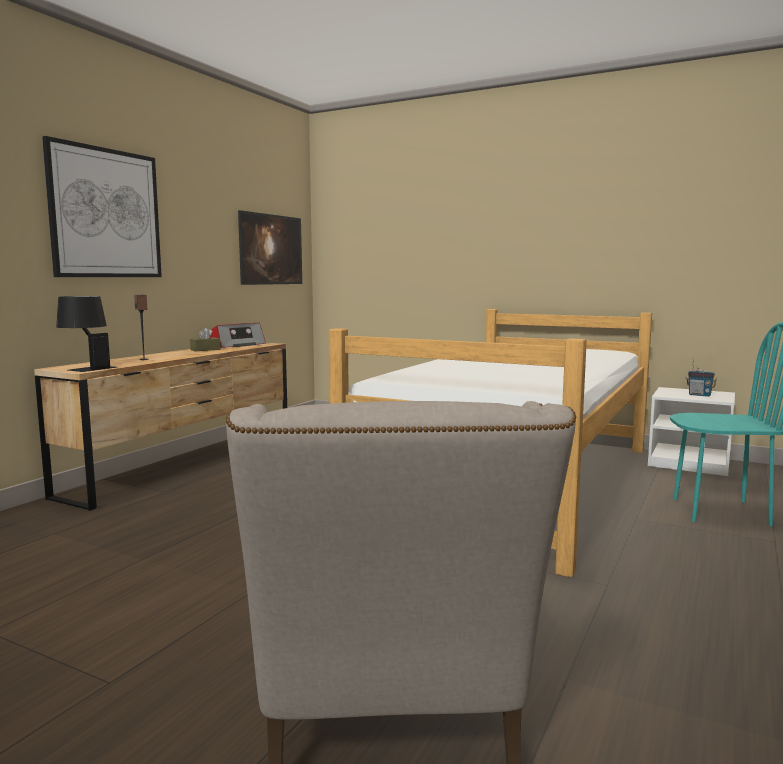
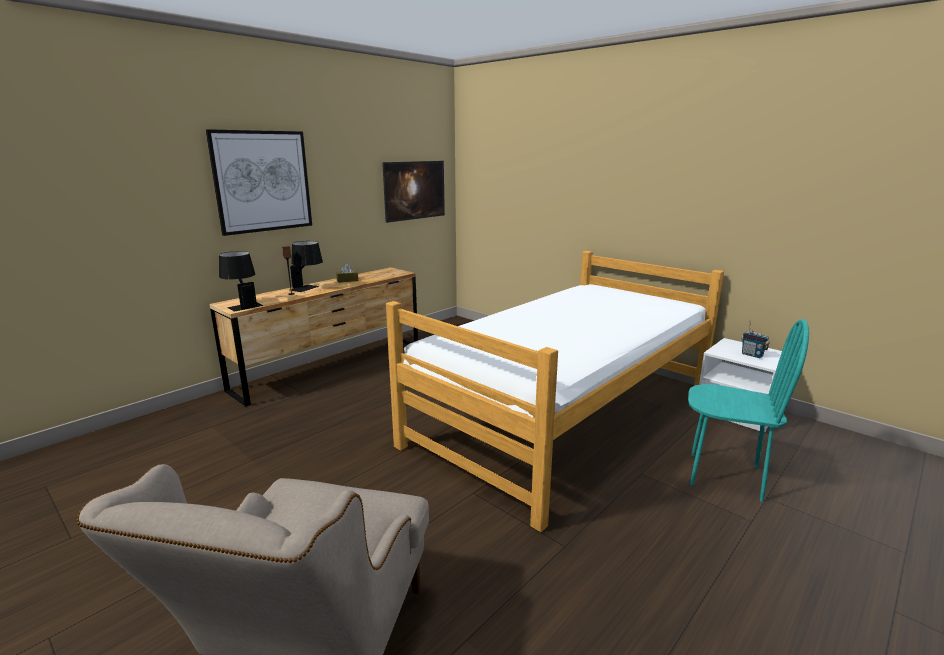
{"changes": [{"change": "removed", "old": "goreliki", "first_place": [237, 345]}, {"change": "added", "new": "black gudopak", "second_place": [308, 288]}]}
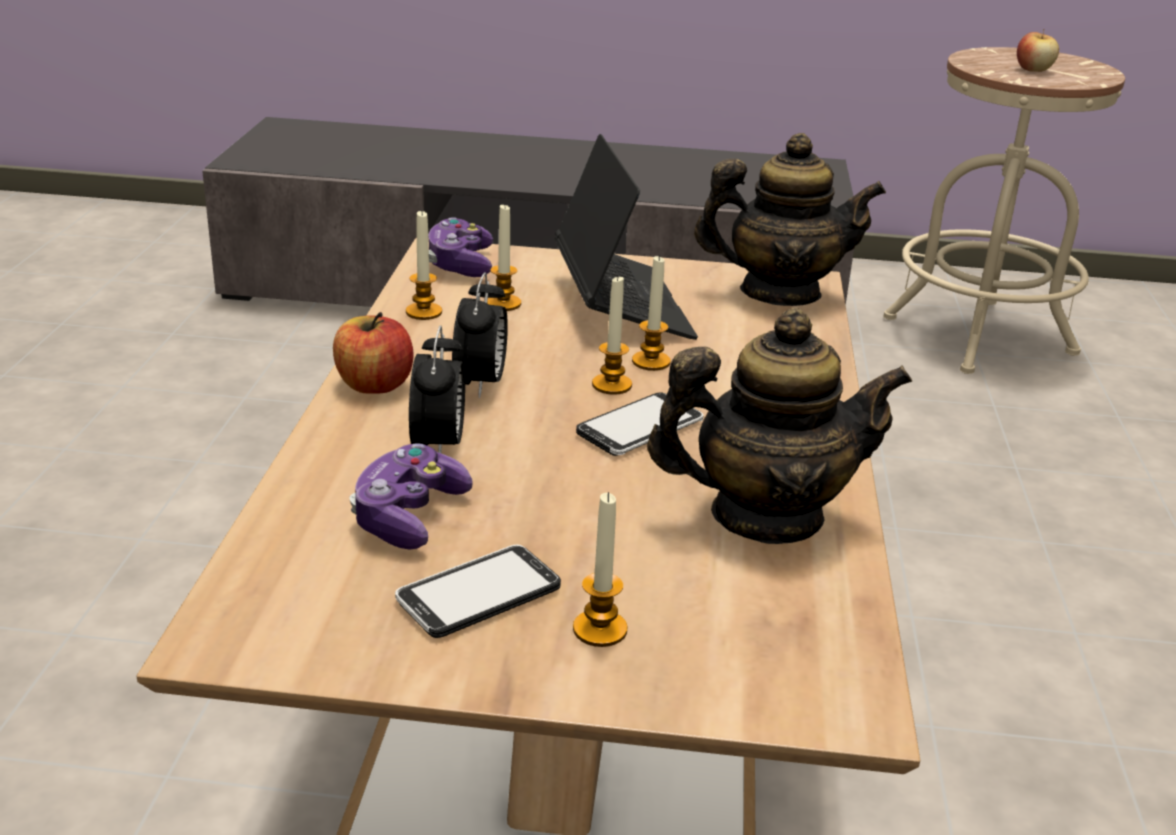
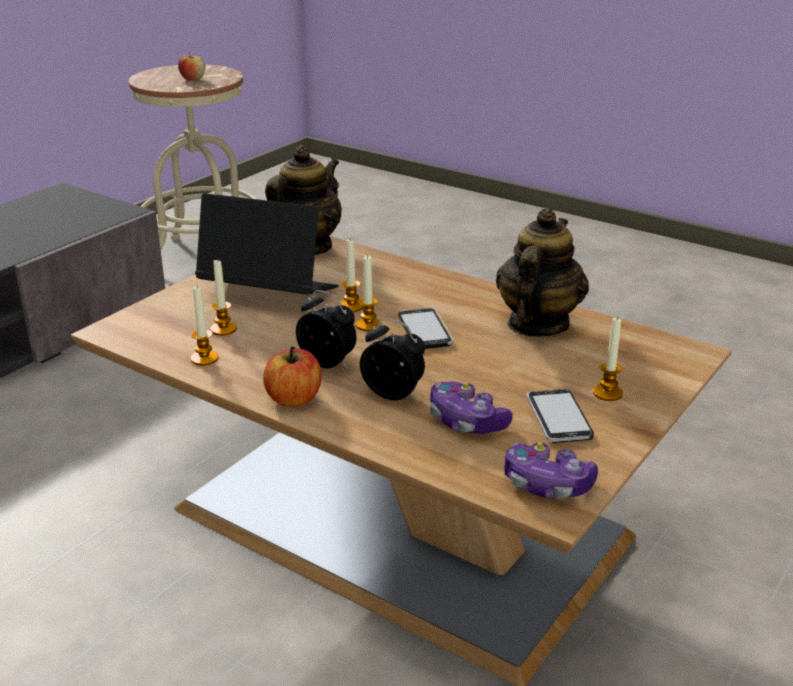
{"changes": [{"change": "moved", "old": "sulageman", "first_place": [460, 264], "second_place": [547, 484]}]}
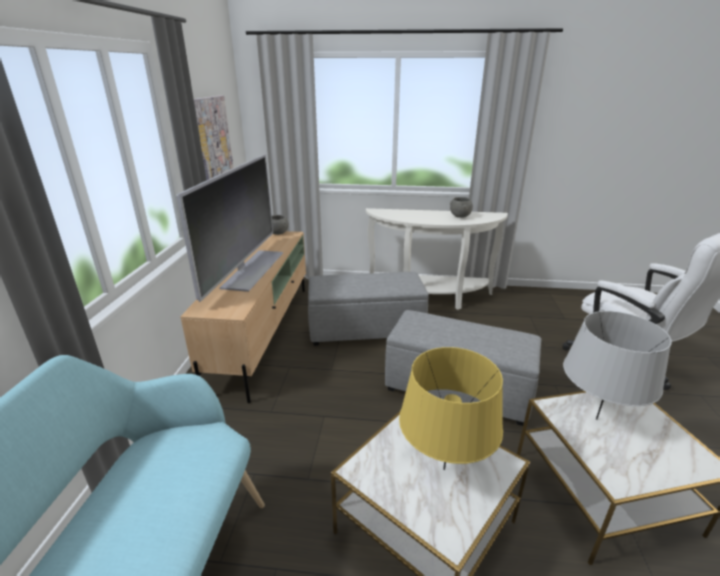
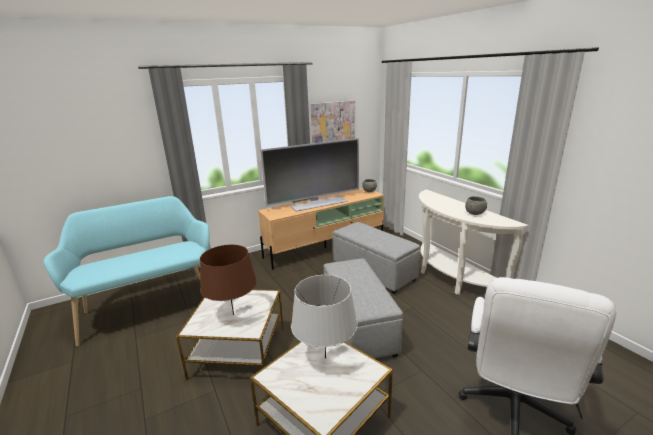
{"changes": [{"change": "recoloured", "old": "yellow gudopak", "new": "brown gudopak", "first_place": [444, 469], "second_place": [233, 315]}]}
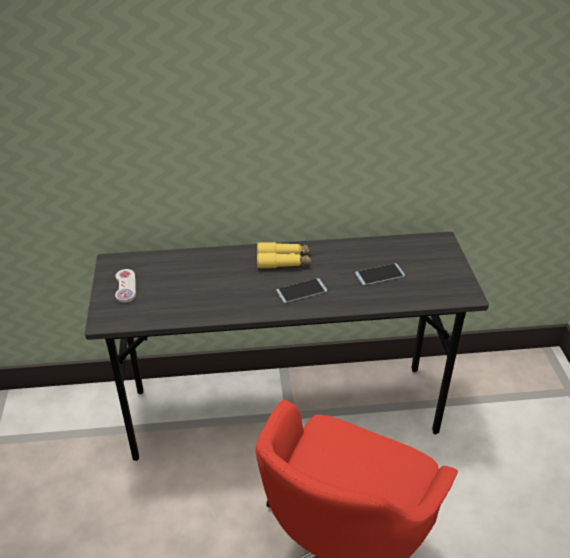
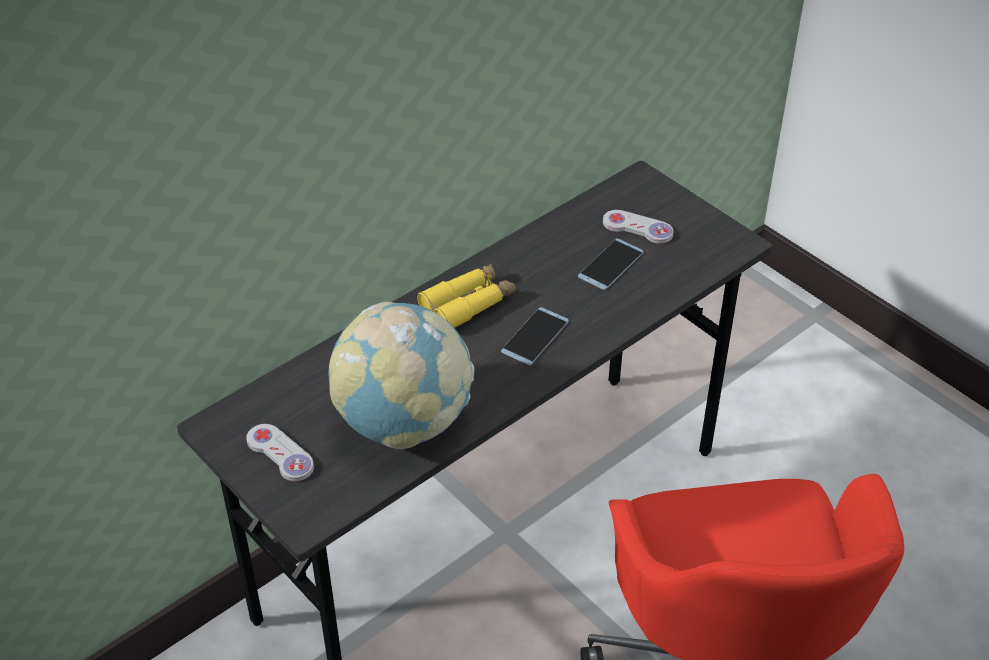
{"changes": [{"change": "added", "new": "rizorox", "second_place": [403, 422]}, {"change": "added", "new": "white sulageman", "second_place": [637, 228]}]}
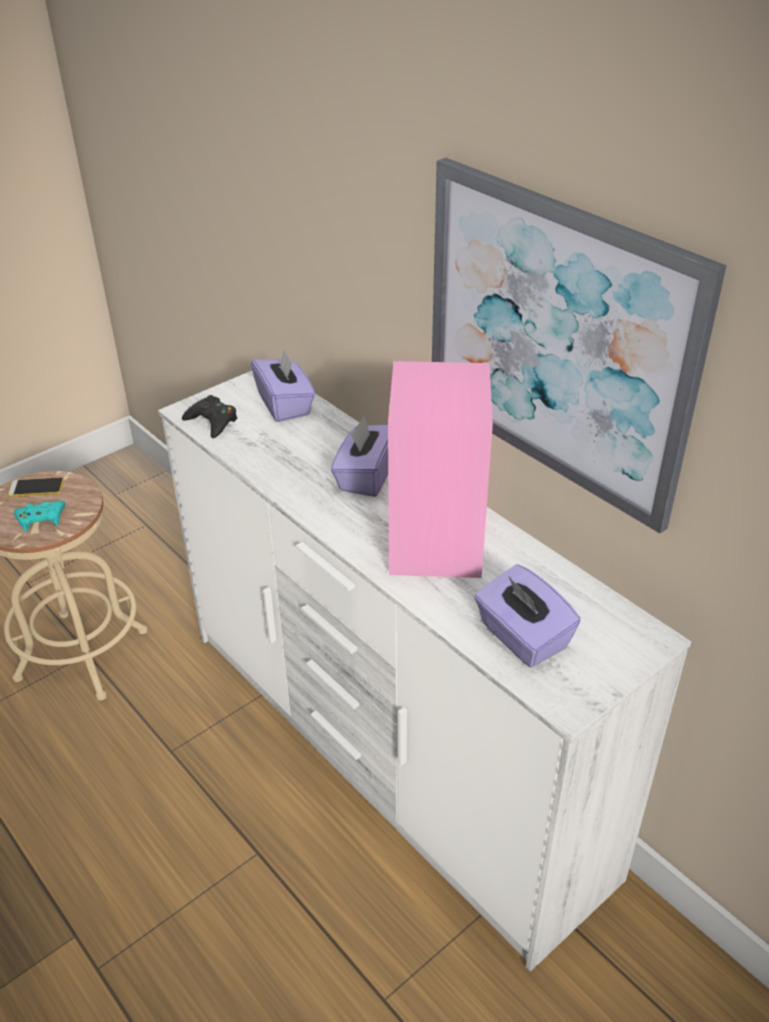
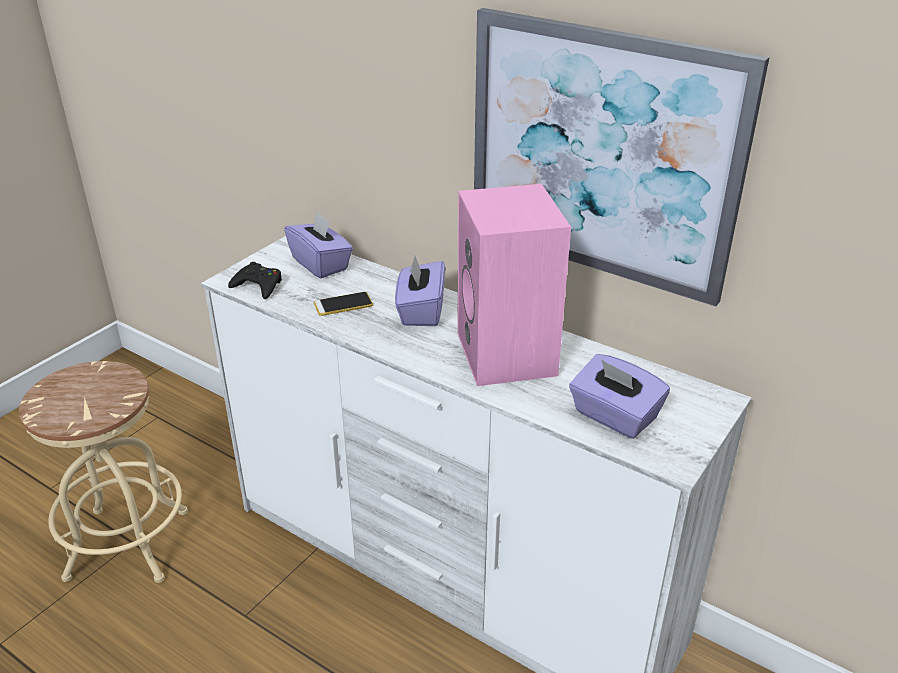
{"changes": [{"change": "removed", "old": "turquoise sulageman", "first_place": [41, 518]}, {"change": "moved", "old": "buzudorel", "first_place": [36, 488], "second_place": [343, 304]}]}
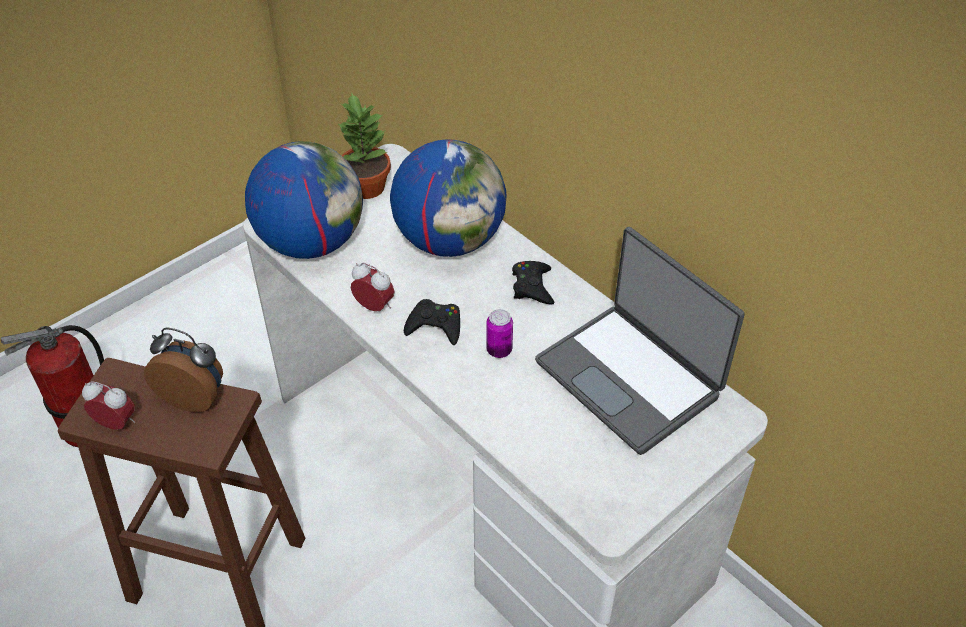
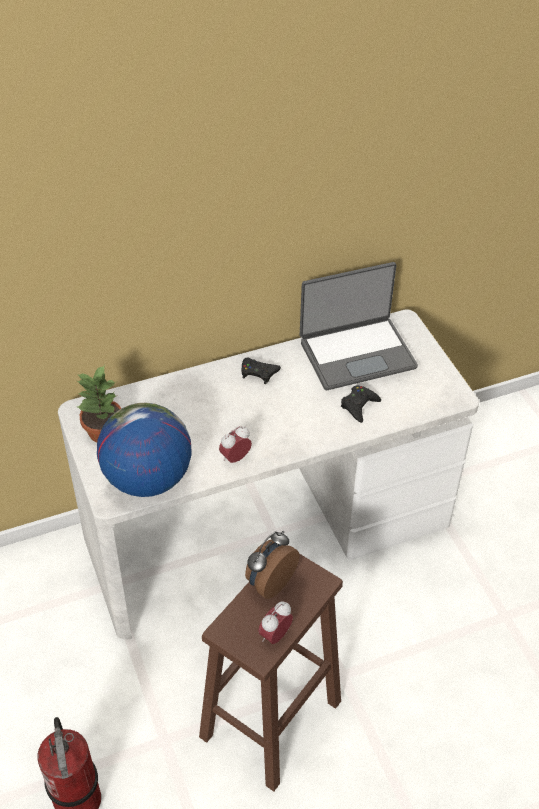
{"changes": [{"change": "removed", "old": "rizorox", "first_place": [450, 240]}, {"change": "removed", "old": "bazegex", "first_place": [499, 350]}, {"change": "moved", "old": "black sulageman", "first_place": [435, 326], "second_place": [359, 406]}]}
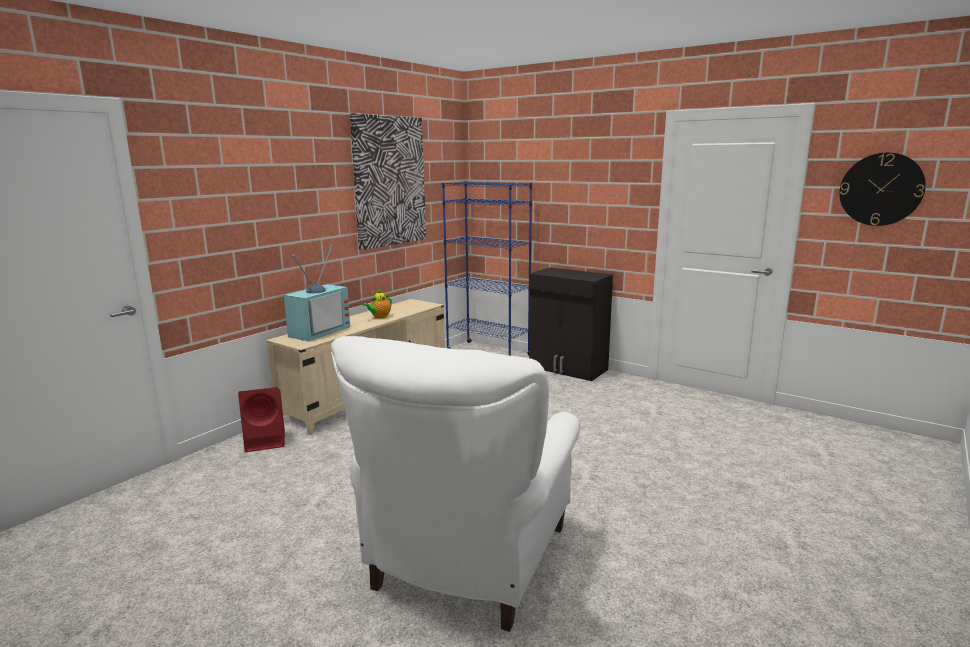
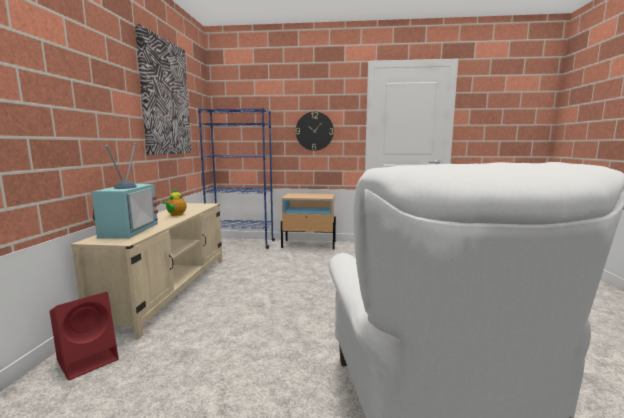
{"changes": [{"change": "moved", "old": "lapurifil", "first_place": [881, 189], "second_place": [314, 131]}, {"change": "replaced", "old": "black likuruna", "new": "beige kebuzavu", "first_place": [568, 369], "second_place": [309, 244]}]}
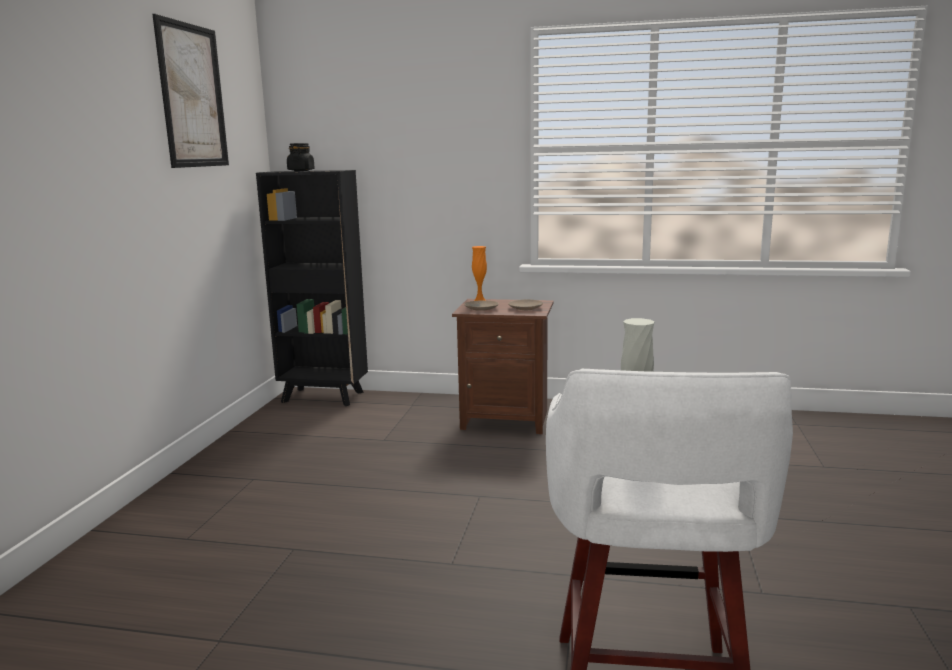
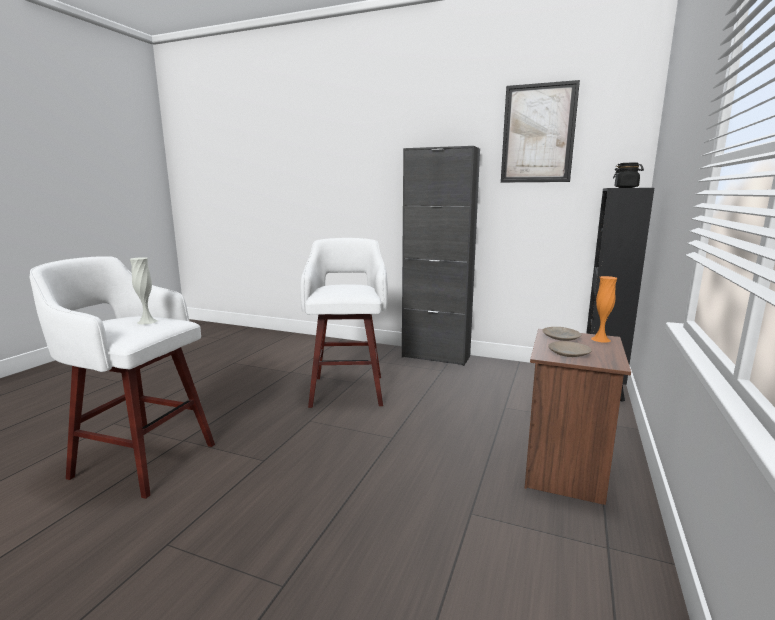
{"changes": [{"change": "added", "new": "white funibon", "second_place": [347, 389]}, {"change": "added", "new": "black likuruna", "second_place": [436, 356]}]}
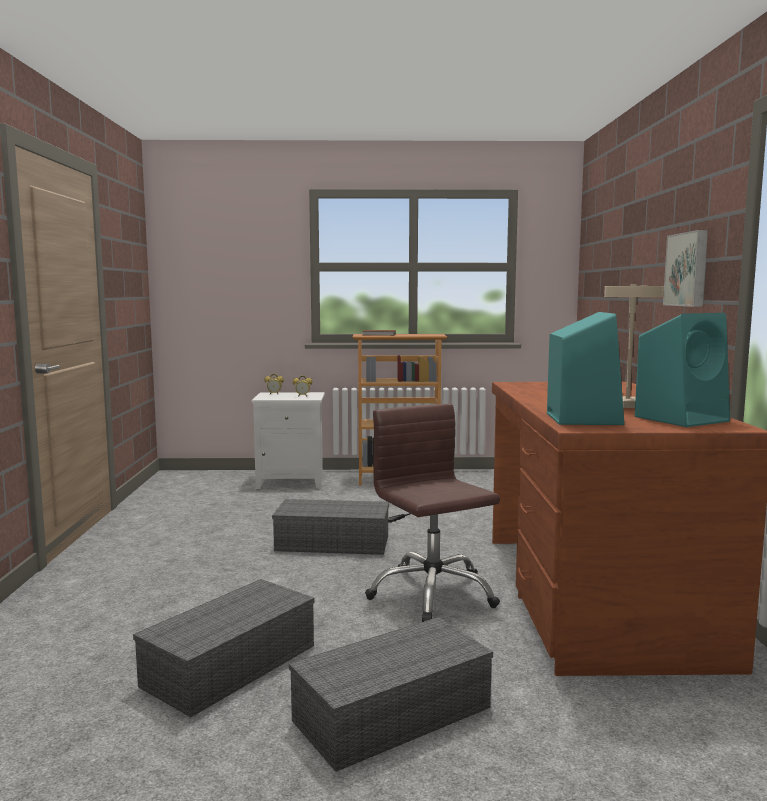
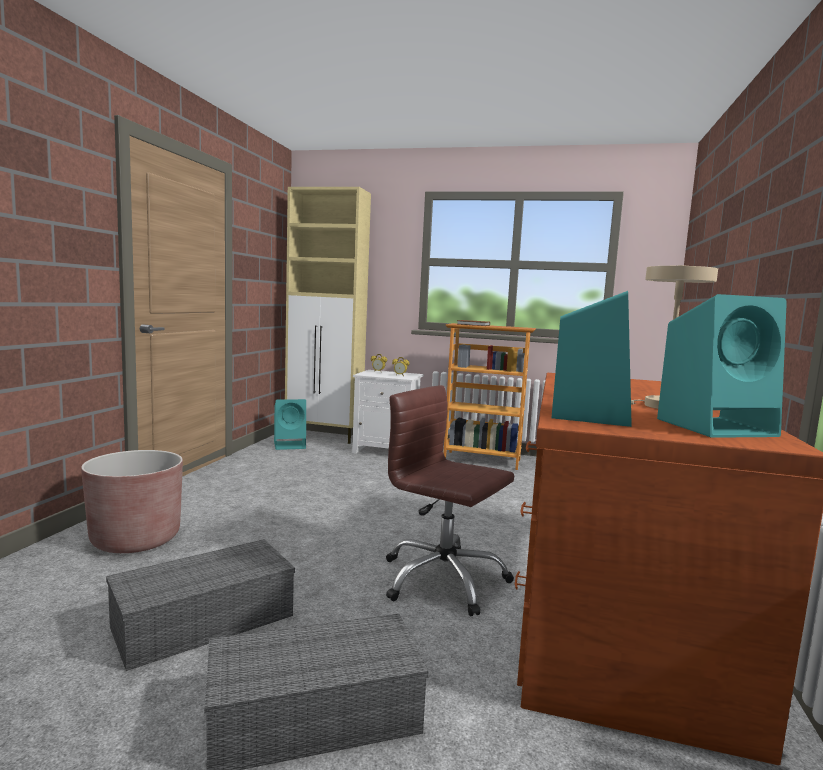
{"changes": [{"change": "removed", "old": "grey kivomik", "first_place": [334, 542]}, {"change": "removed", "old": "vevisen", "first_place": [688, 269]}, {"change": "added", "new": "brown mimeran", "second_place": [136, 539]}, {"change": "added", "new": "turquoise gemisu", "second_place": [290, 445]}, {"change": "added", "new": "beige likuruna", "second_place": [324, 437]}, {"change": "turned", "old": "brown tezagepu", "first_place": [432, 593], "second_place": [443, 580], "degrees": -45}]}
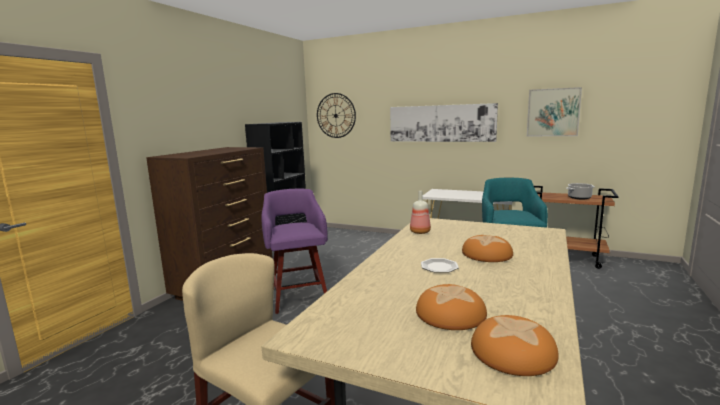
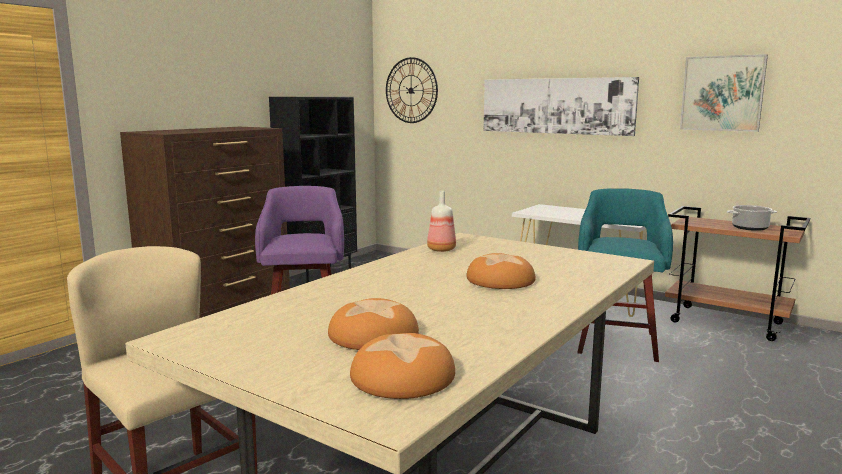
{"changes": [{"change": "removed", "old": "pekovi", "first_place": [439, 267]}]}
